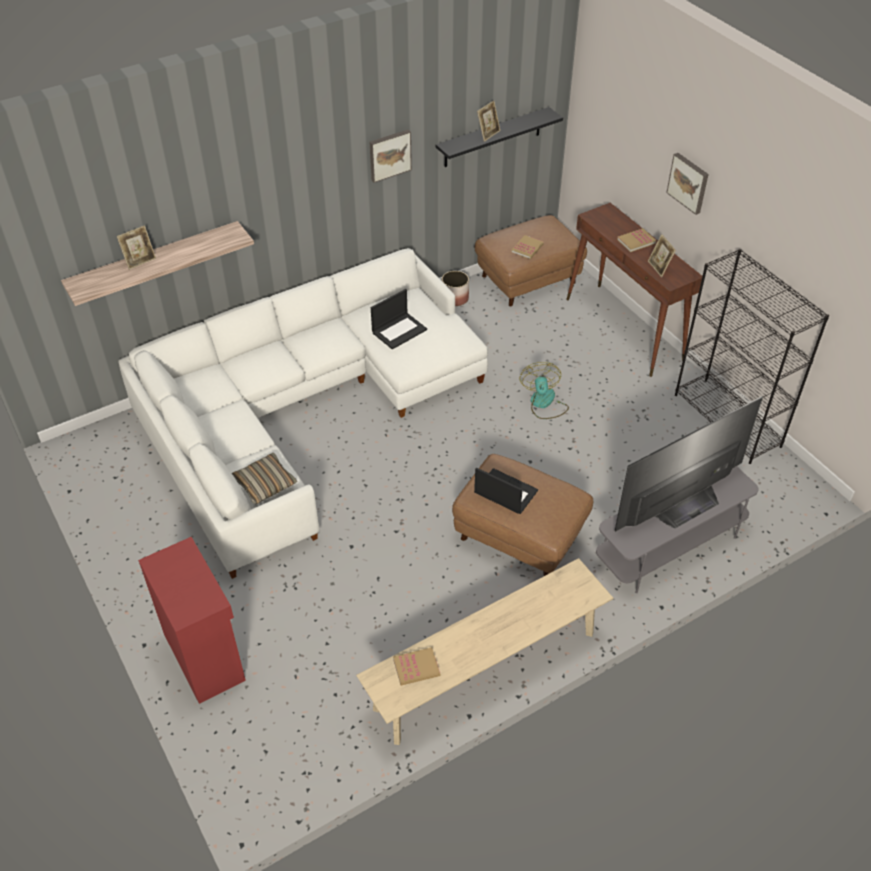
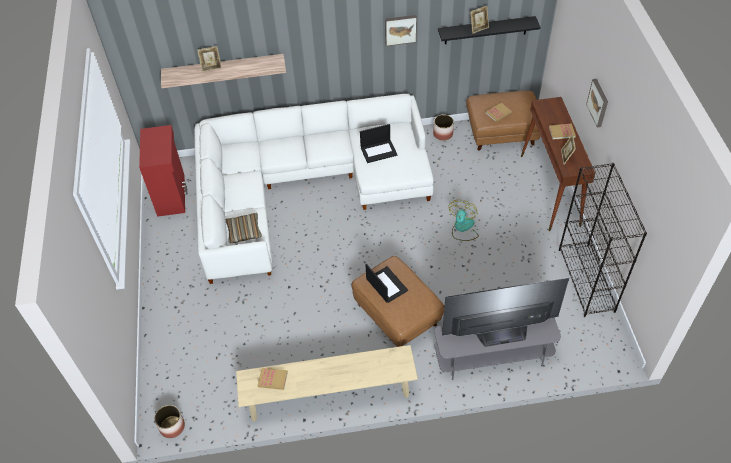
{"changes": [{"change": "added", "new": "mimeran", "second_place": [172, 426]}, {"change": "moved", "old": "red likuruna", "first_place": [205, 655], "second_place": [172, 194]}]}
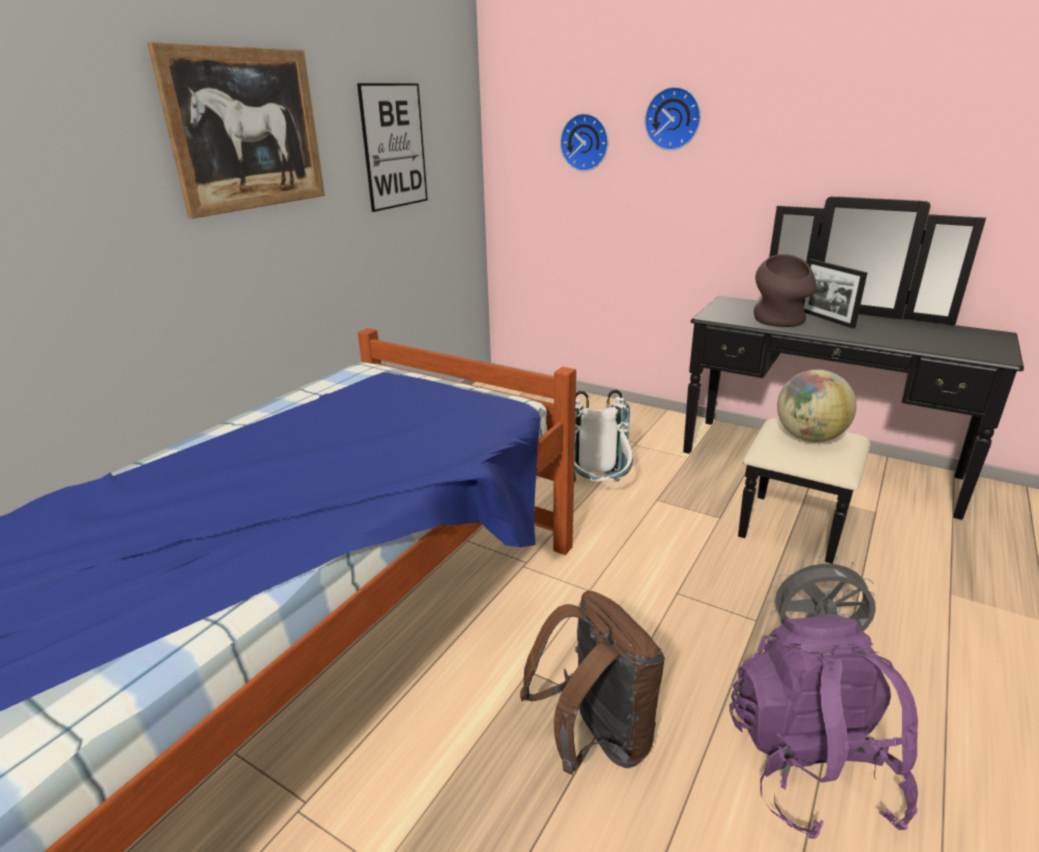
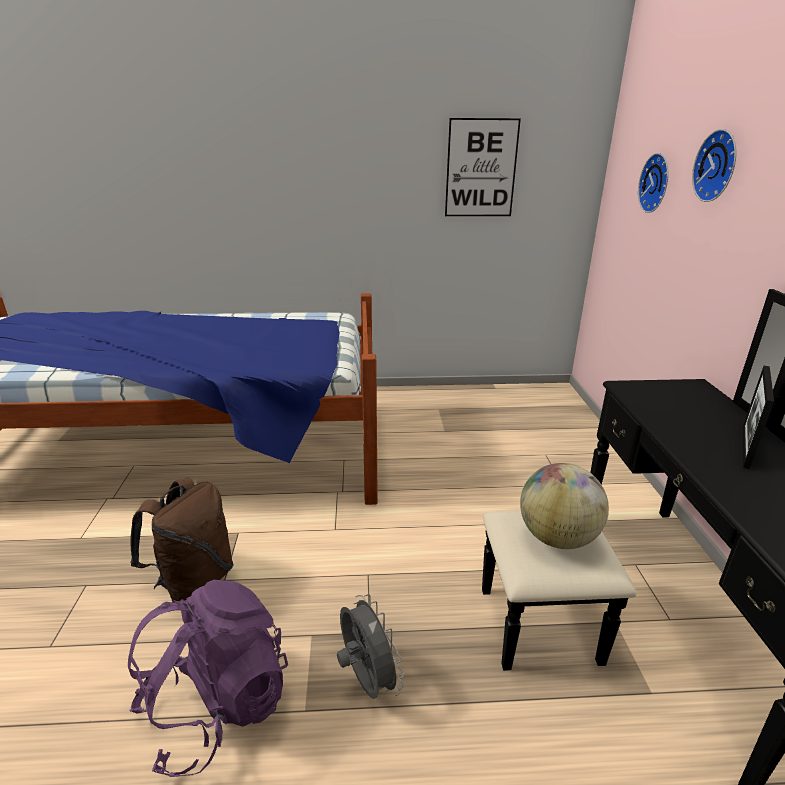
{"changes": [{"change": "removed", "old": "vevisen", "first_place": [246, 130]}, {"change": "removed", "old": "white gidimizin", "first_place": [597, 491]}, {"change": "removed", "old": "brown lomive", "first_place": [779, 322]}]}
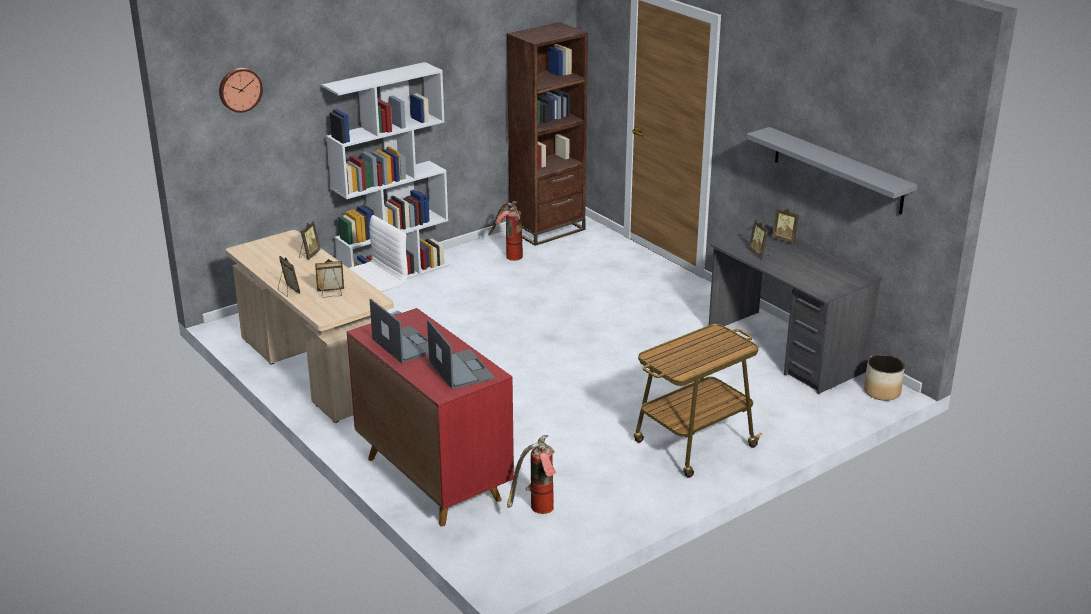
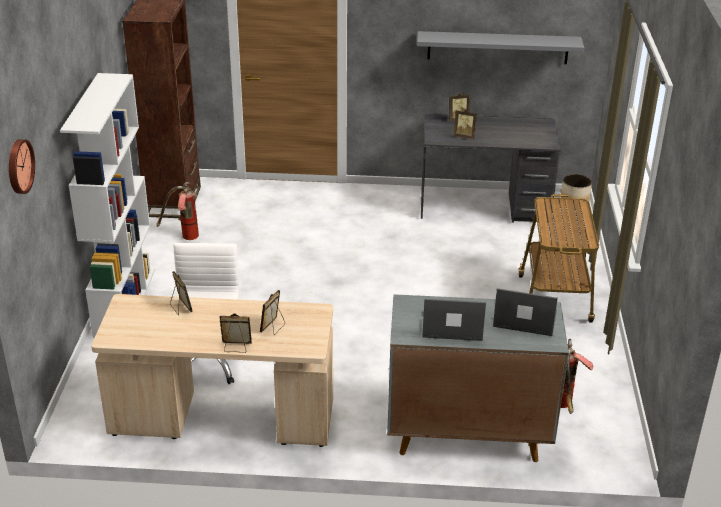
{"changes": [{"change": "recoloured", "old": "red likuruna", "new": "grey likuruna", "first_place": [432, 478], "second_place": [466, 434]}]}
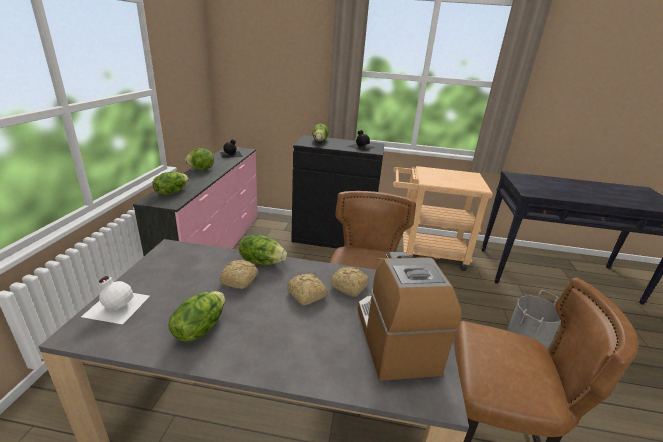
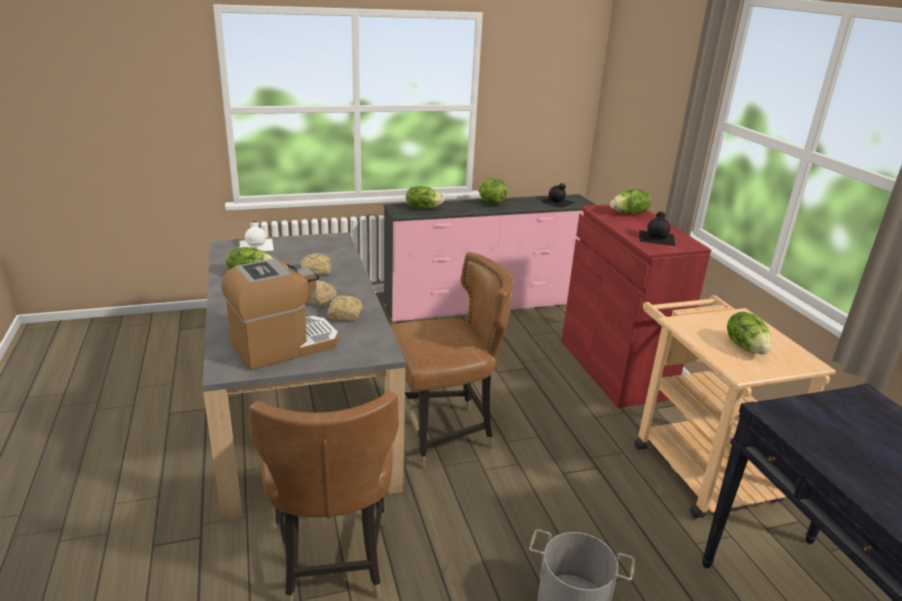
{"changes": [{"change": "moved", "old": "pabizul", "first_place": [262, 261], "second_place": [746, 347]}, {"change": "recoloured", "old": "black likuruna", "new": "red likuruna", "first_place": [333, 238], "second_place": [614, 368]}]}
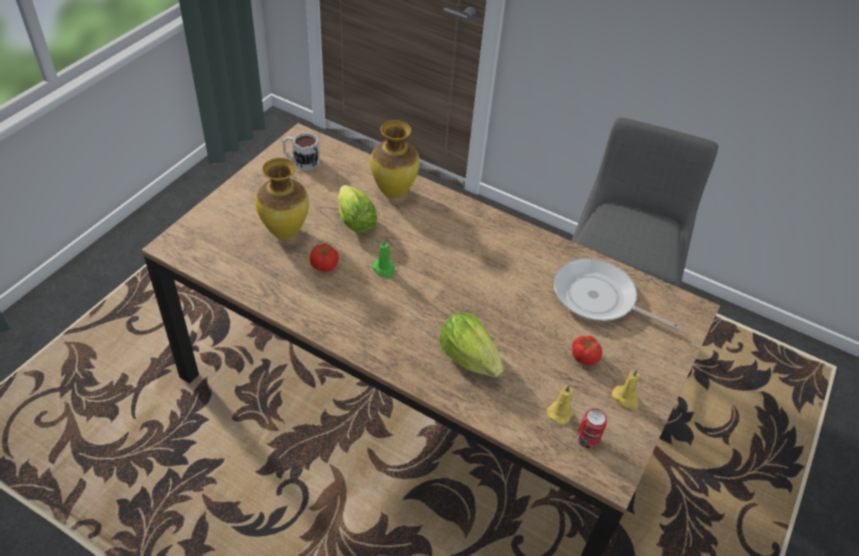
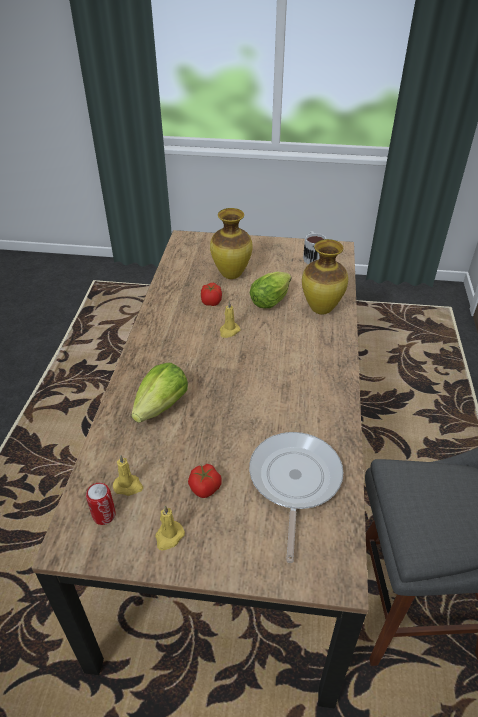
{"changes": [{"change": "recoloured", "old": "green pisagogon", "new": "yellow pisagogon", "first_place": [384, 269], "second_place": [229, 331]}]}
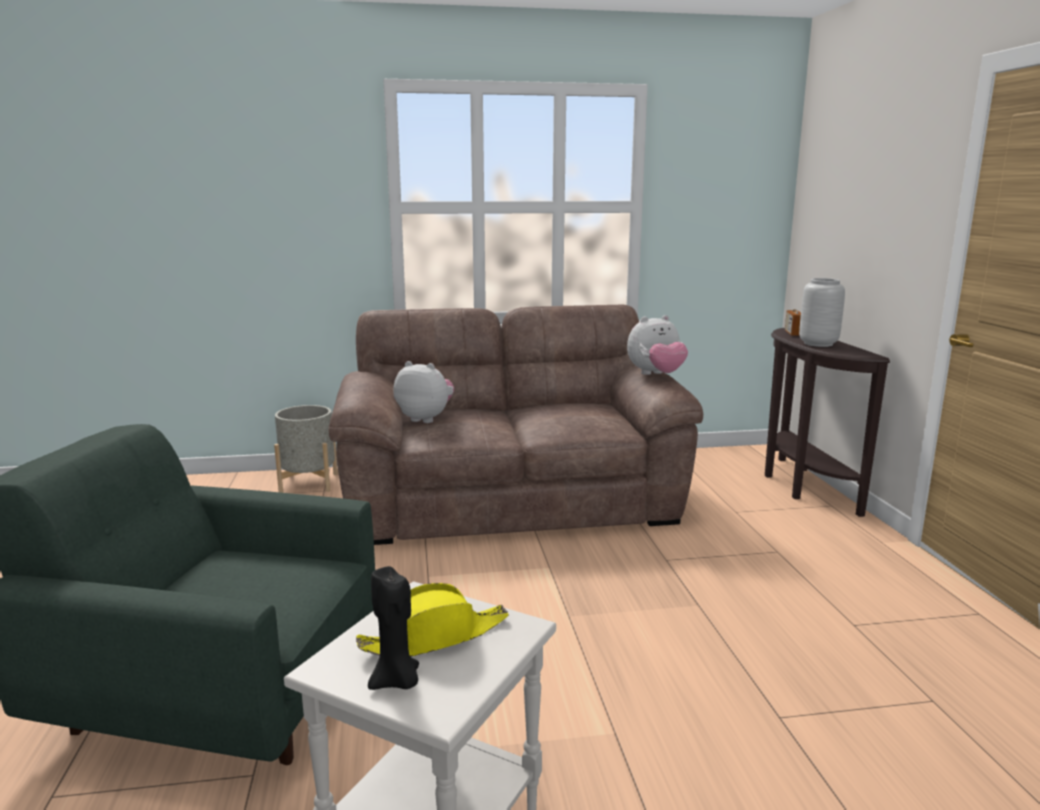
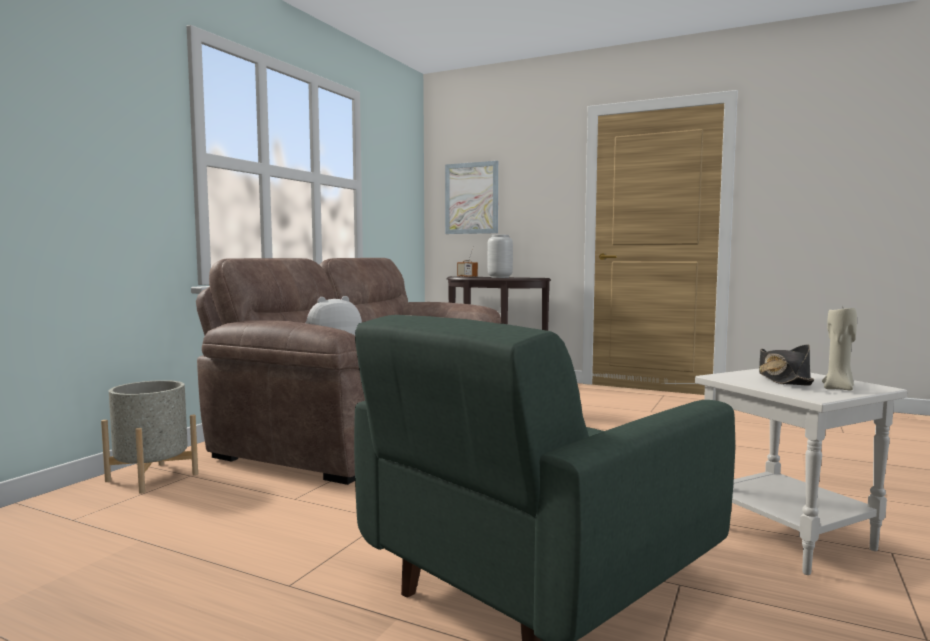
{"changes": [{"change": "removed", "old": "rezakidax", "first_place": [656, 375]}, {"change": "added", "new": "vevisen", "second_place": [471, 198]}, {"change": "recoloured", "old": "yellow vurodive", "new": "black vurodive", "first_place": [436, 637], "second_place": [783, 379]}, {"change": "recoloured", "old": "black pisagogon", "new": "beige pisagogon", "first_place": [397, 682], "second_place": [838, 388]}]}
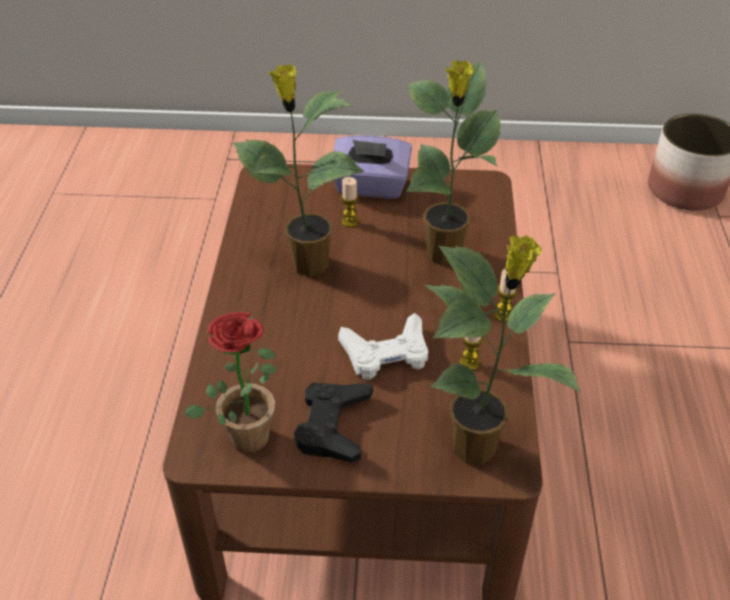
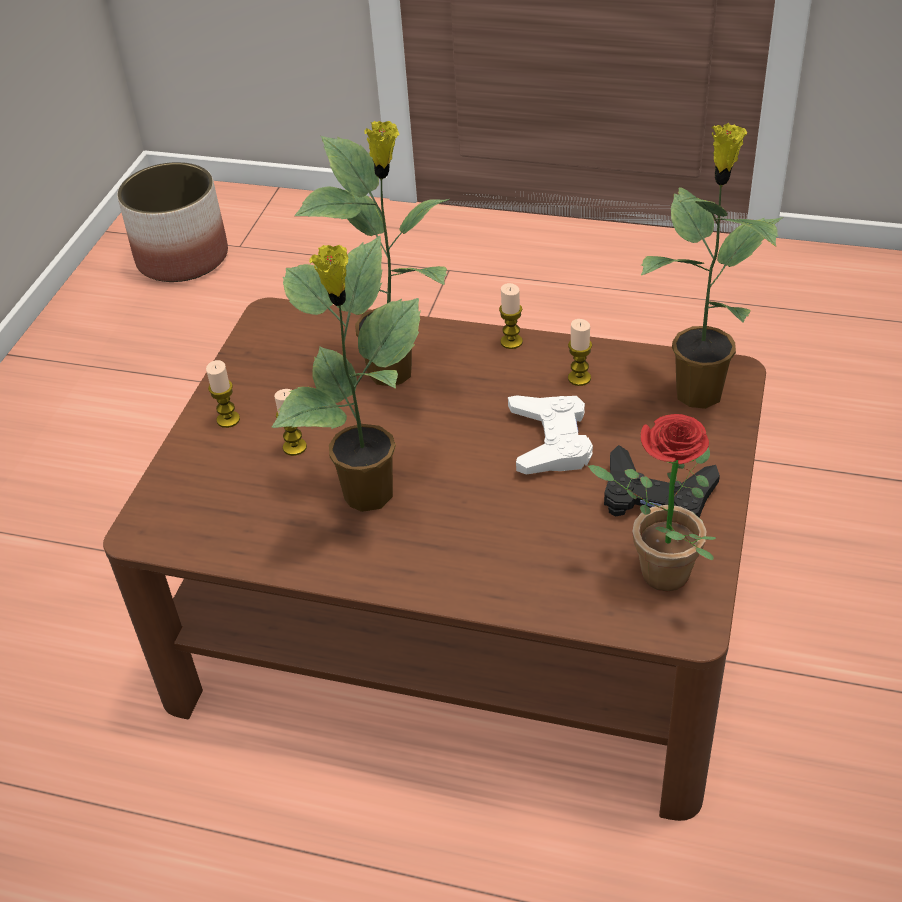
{"changes": [{"change": "replaced", "old": "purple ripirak", "new": "pisagogon", "first_place": [370, 187], "second_place": [228, 419]}]}
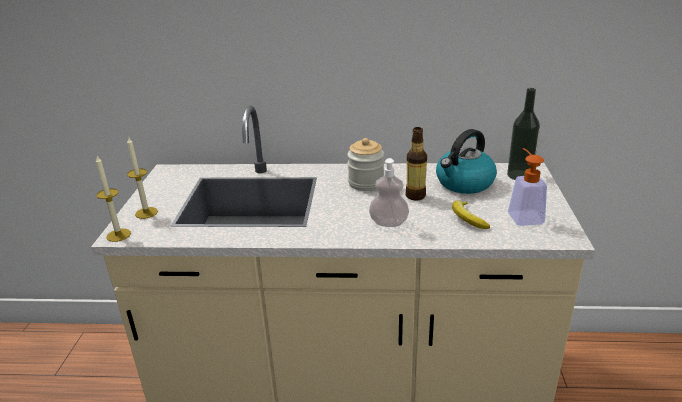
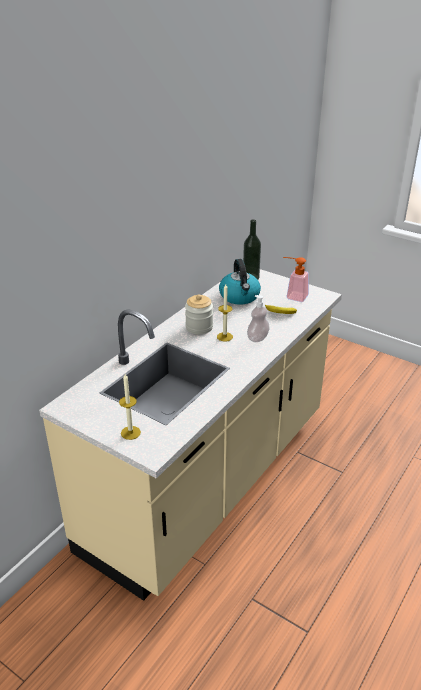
{"changes": [{"change": "removed", "old": "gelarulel", "first_place": [415, 196]}, {"change": "moved", "old": "pisagogon", "first_place": [118, 235], "second_place": [224, 337]}]}
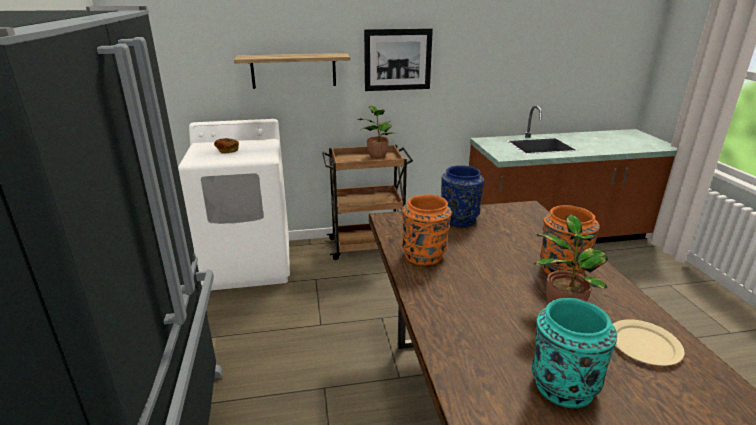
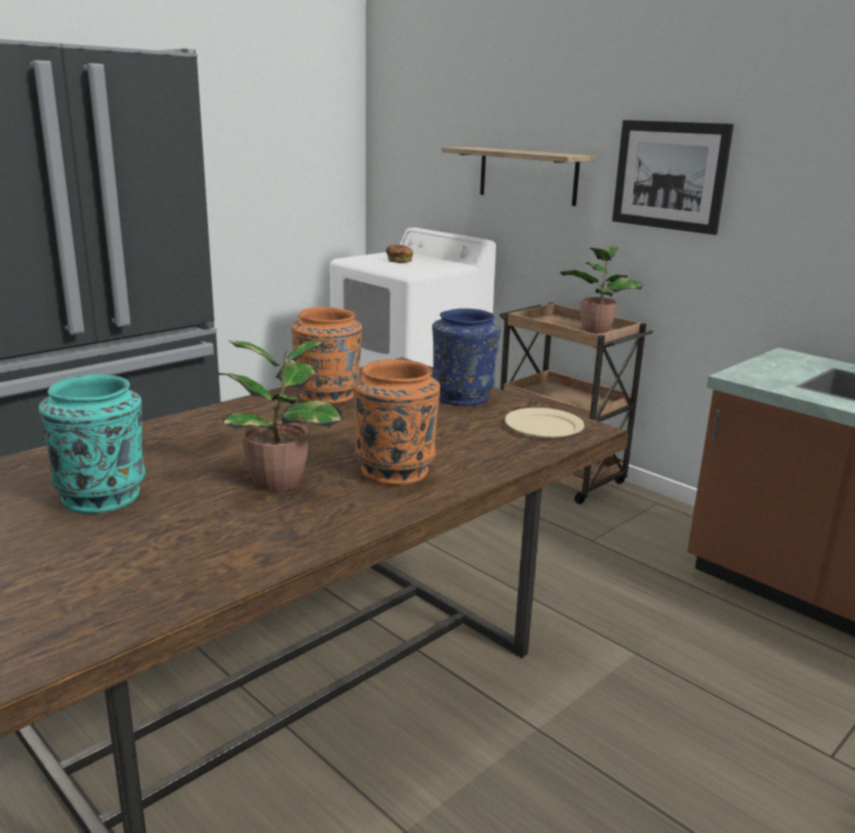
{"changes": [{"change": "moved", "old": "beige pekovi", "first_place": [643, 345], "second_place": [543, 426]}]}
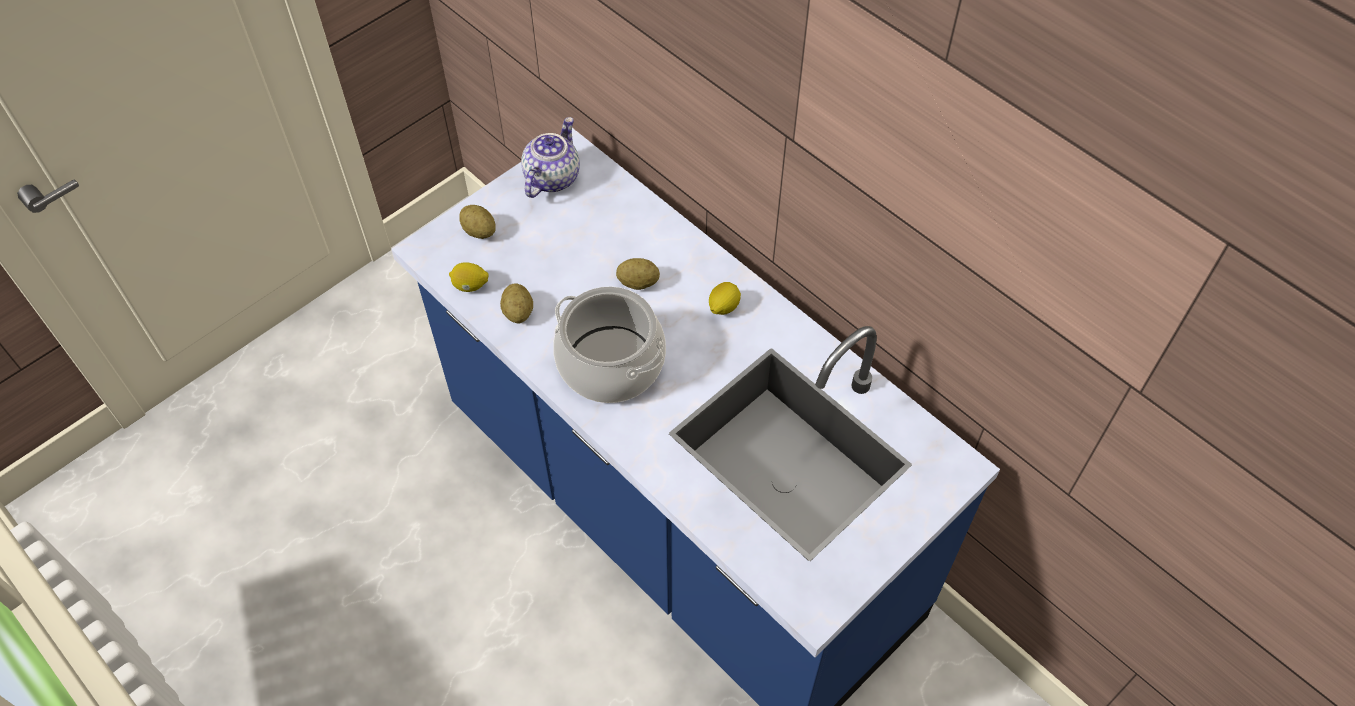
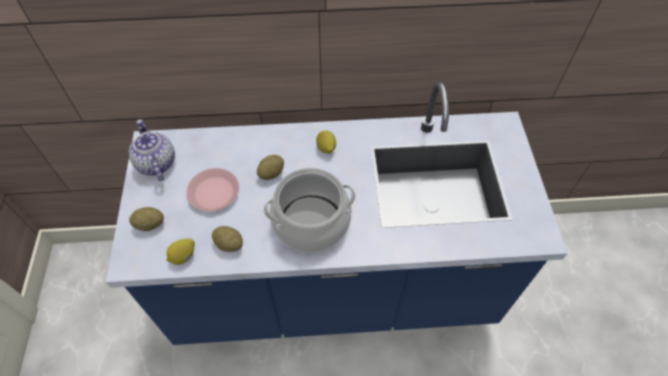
{"changes": [{"change": "added", "new": "pink pekovi", "second_place": [214, 192]}]}
